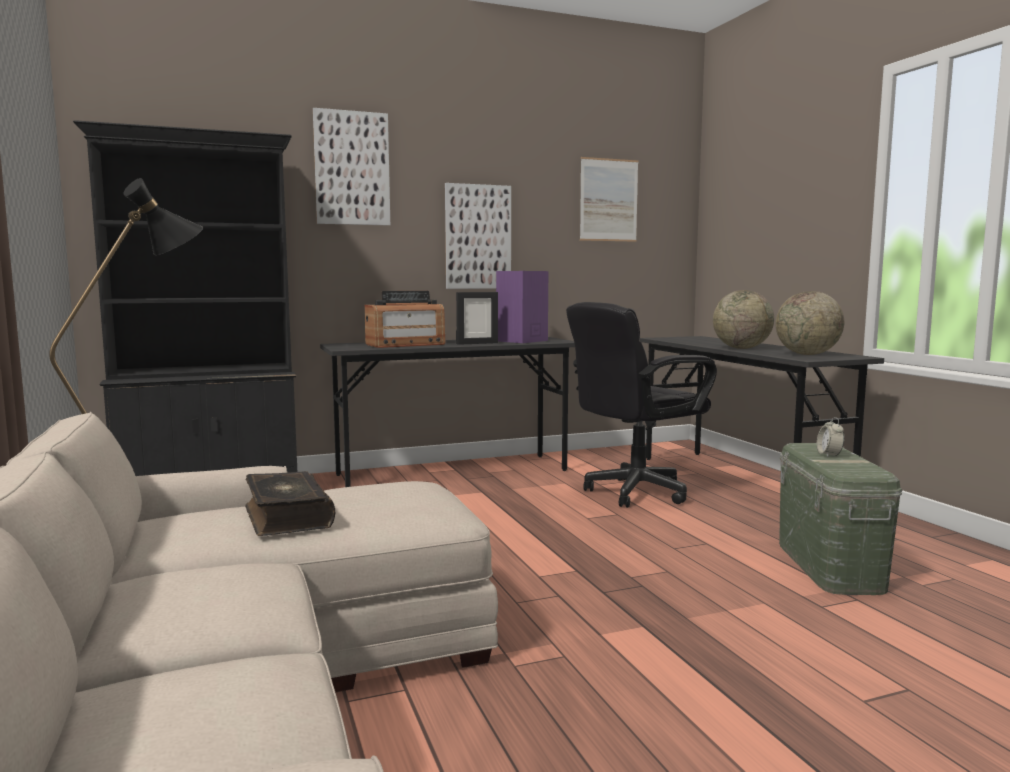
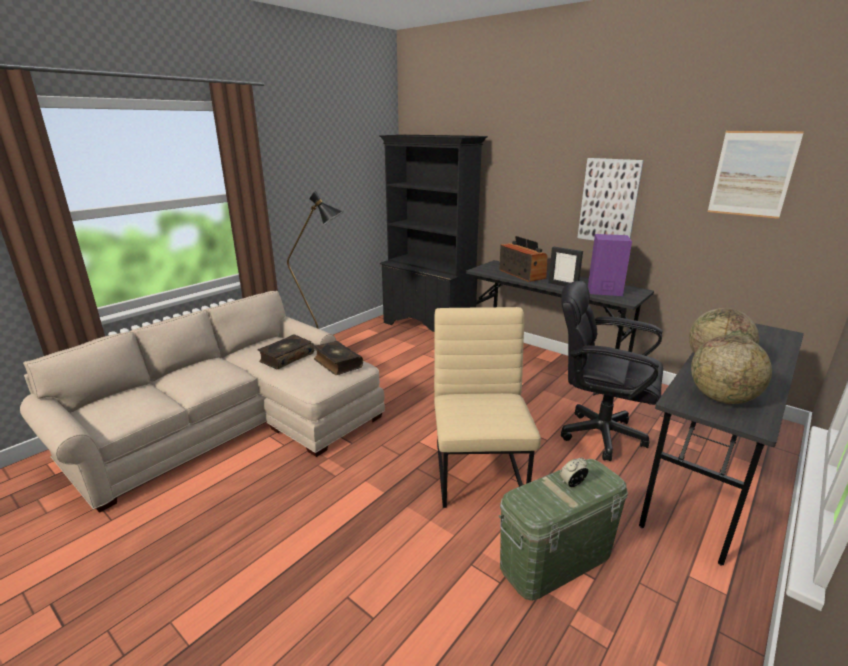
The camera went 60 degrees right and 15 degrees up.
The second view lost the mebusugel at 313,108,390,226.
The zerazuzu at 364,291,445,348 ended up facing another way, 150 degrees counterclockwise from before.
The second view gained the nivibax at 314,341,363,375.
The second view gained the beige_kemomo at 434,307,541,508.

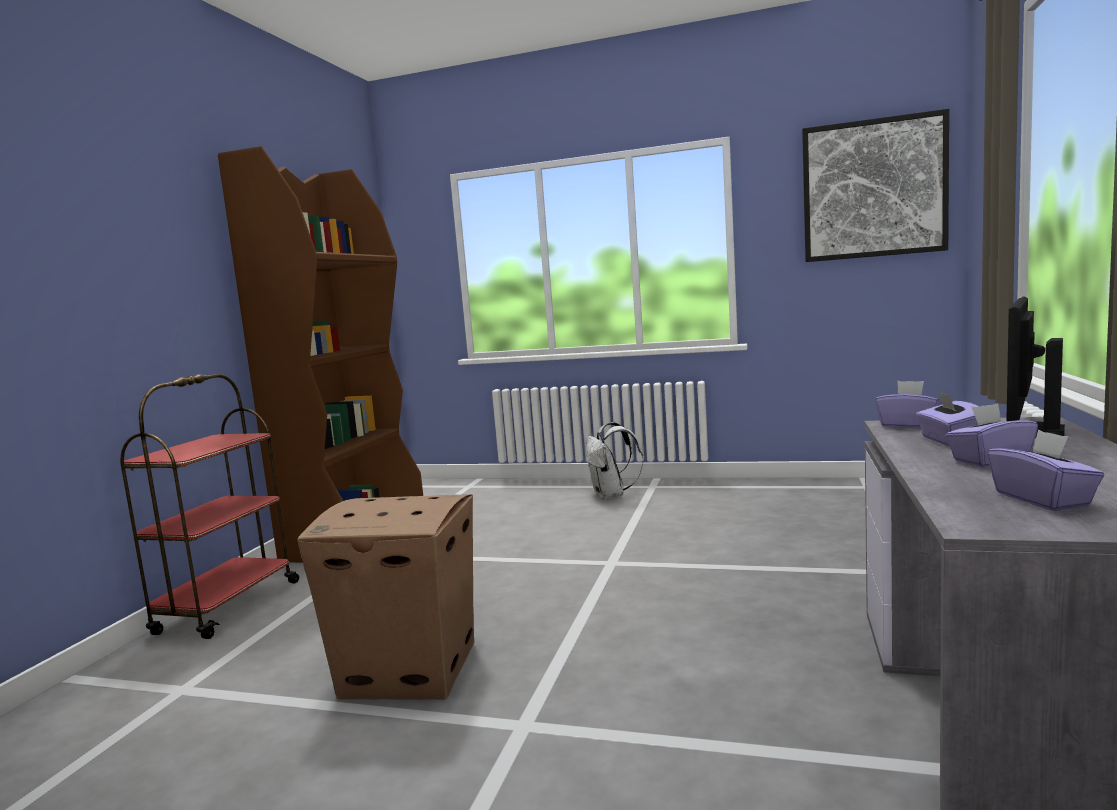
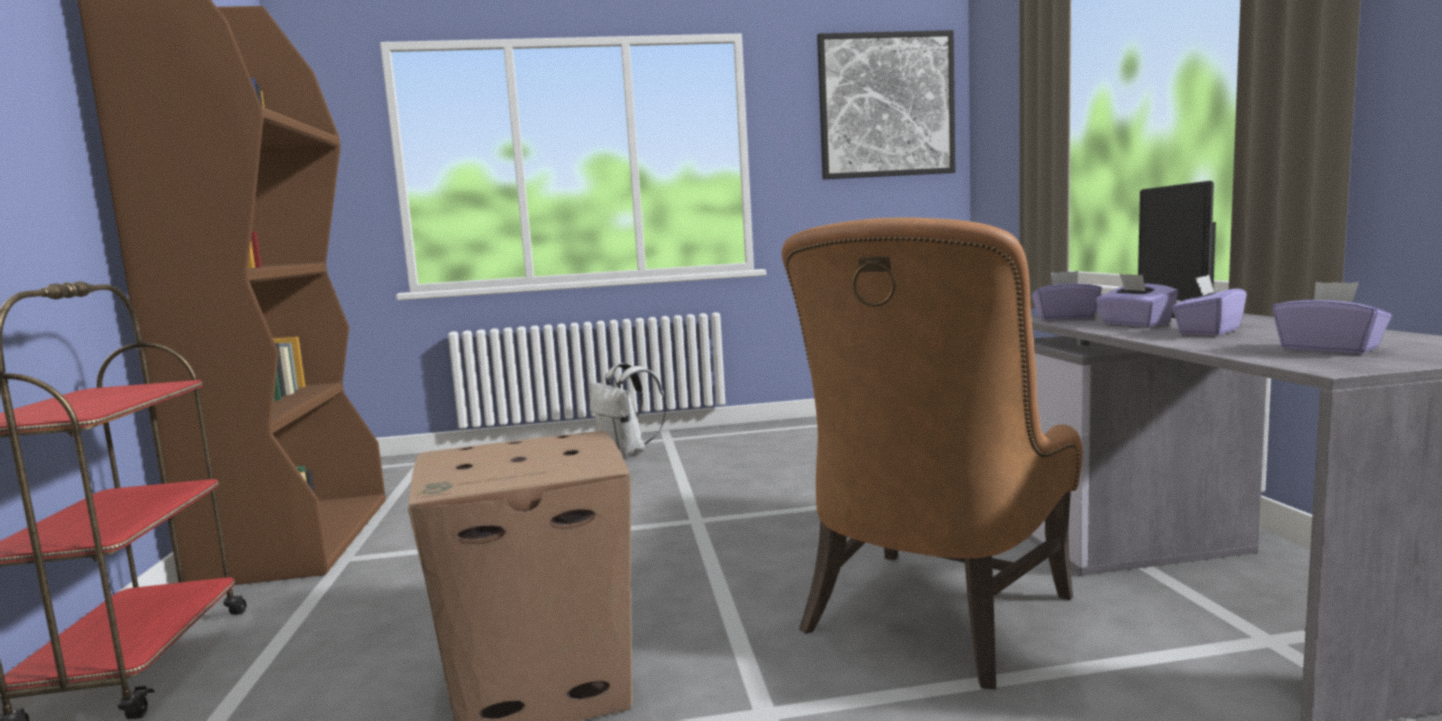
The camera went 25 degrees left and 0 degrees up.
The second view gained the brown_kemomo at 782,218,1083,689.

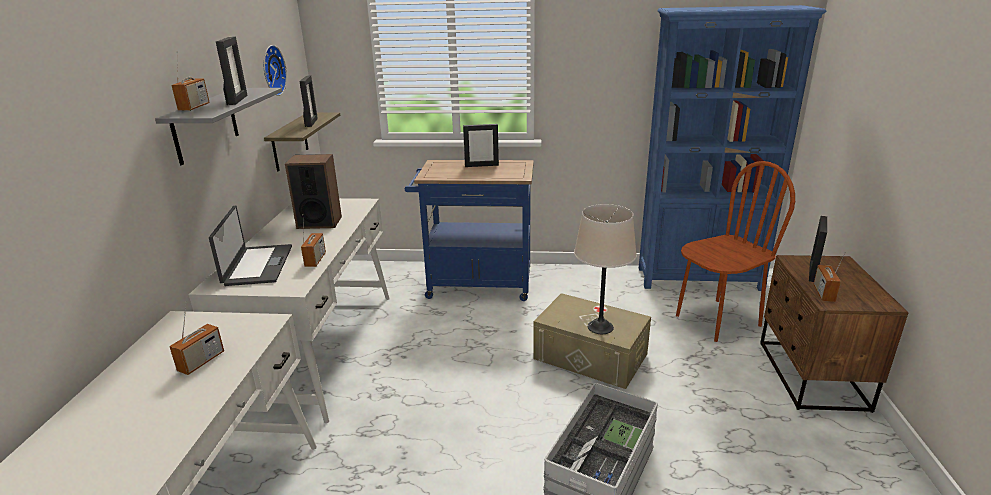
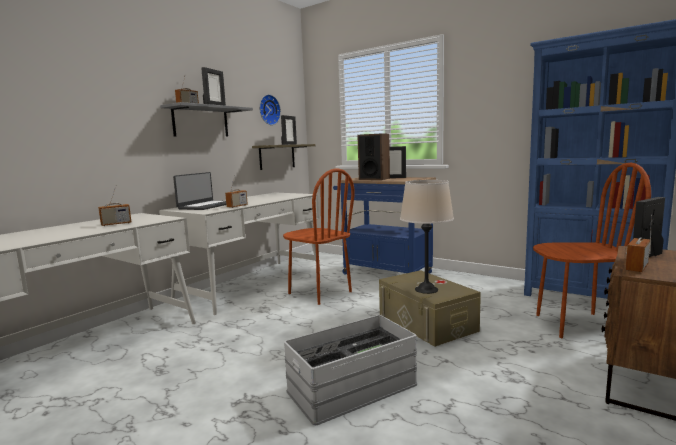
The camera went 30 degrees right and 15 degrees down.
The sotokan ended up elsewhere, having gone from 285,154,342,229 to 357,133,390,180.
The second view gained the brown_kemomo at 283,168,355,305.

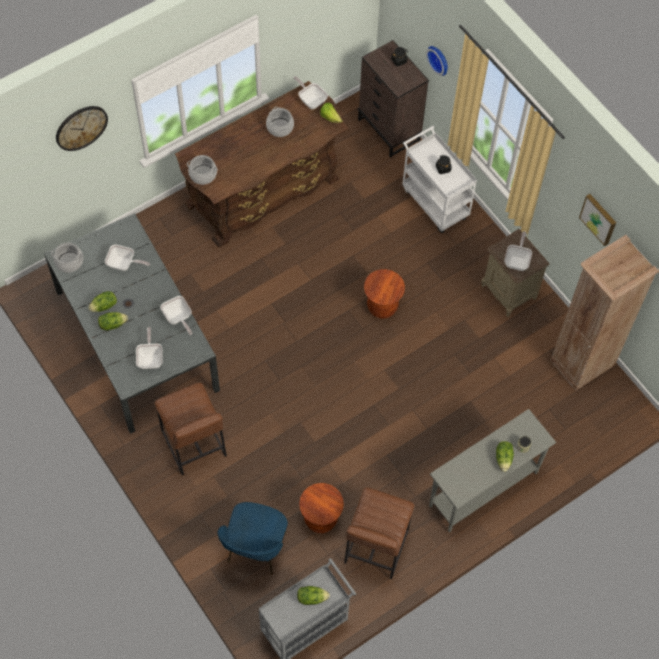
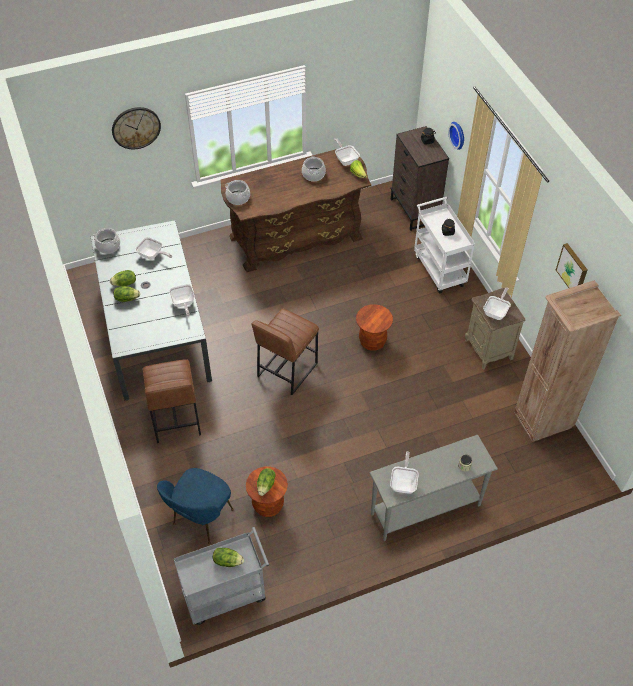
The camera went 15 degrees right and 10 degrees down.
The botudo ended up elsewhere, having gone from 136,327,163,369 to 390,451,419,494.
The brown_kemomo ended up elsewhere, having gone from 344,487,415,580 to 252,309,319,395.
The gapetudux ended up elsewhere, having gone from 496,441,514,472 to 257,468,276,496.

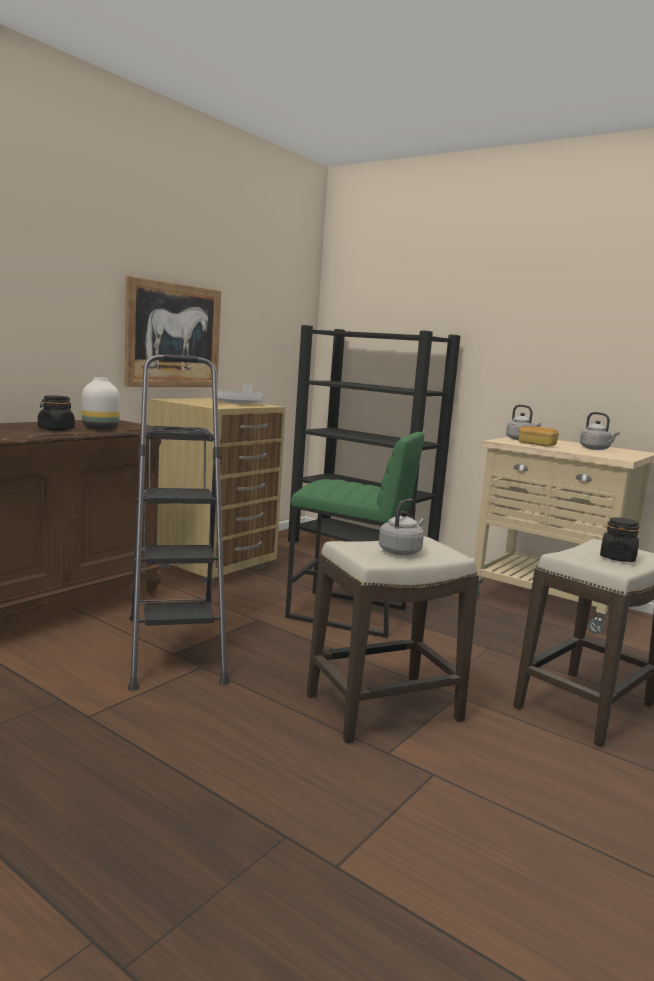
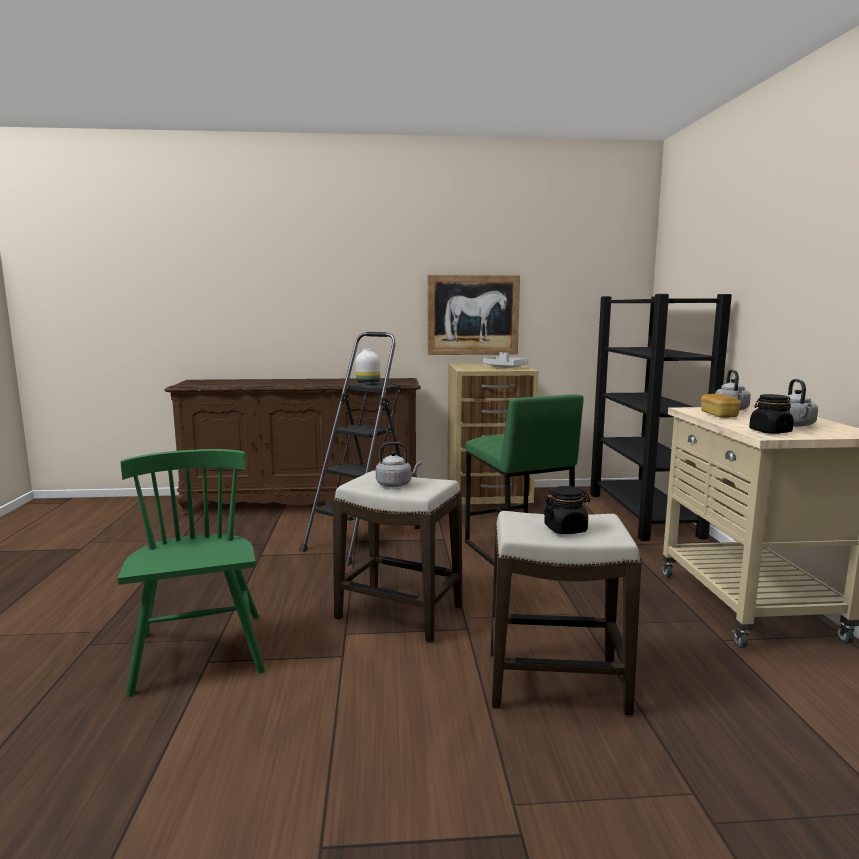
The camera went 50 degrees right and 0 degrees up.
The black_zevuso ended up elsewhere, having gone from 38,396,75,431 to 749,394,794,434.
The second view gained the green_kemomo at 117,449,265,697.

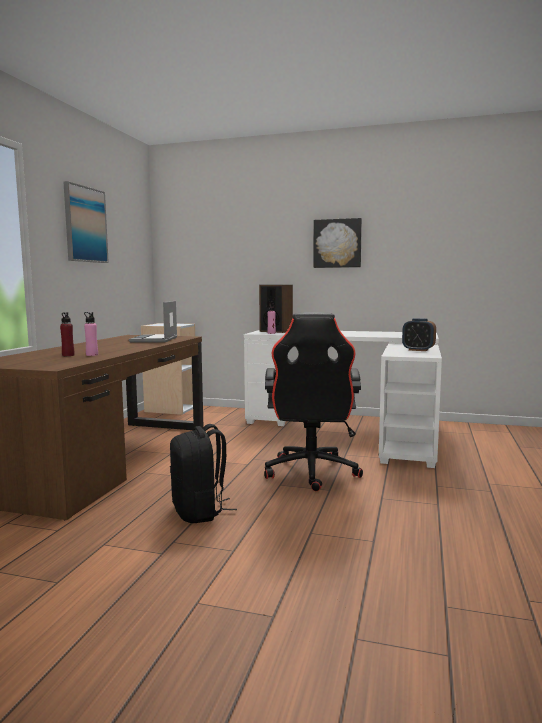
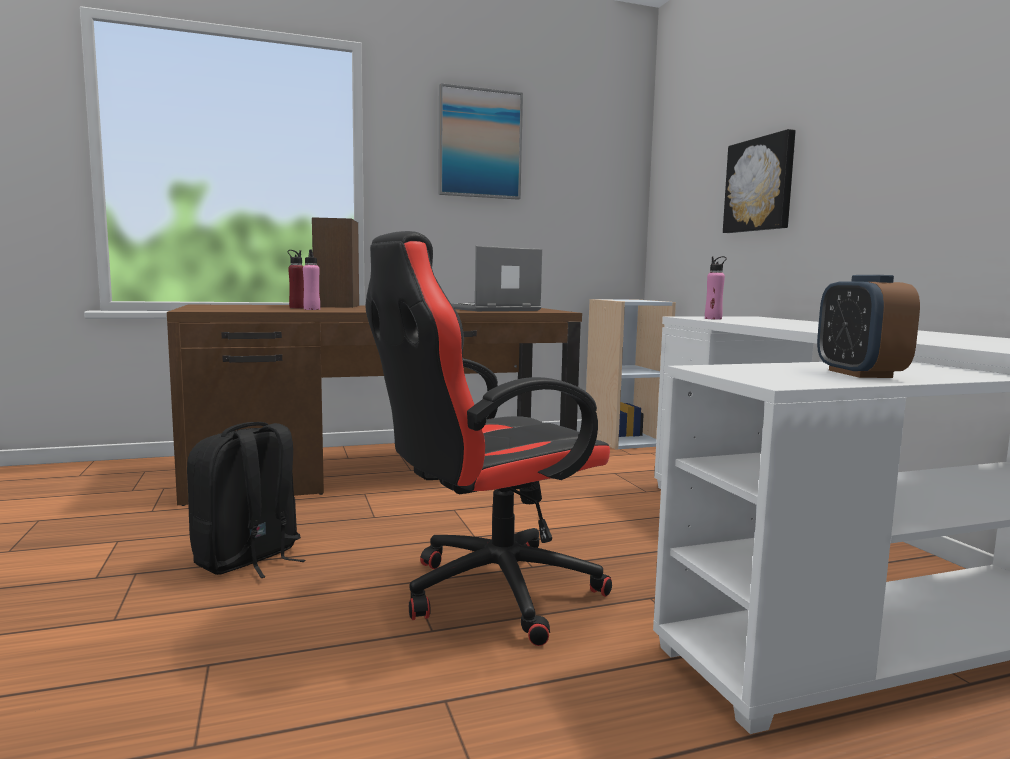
The camera went 55 degrees right and 0 degrees up.
The sotokan ended up elsewhere, having gone from 259,285,293,333 to 312,217,359,308.
The mebusugel ended up elsewhere, having gone from 313,218,362,268 to 723,129,796,233.

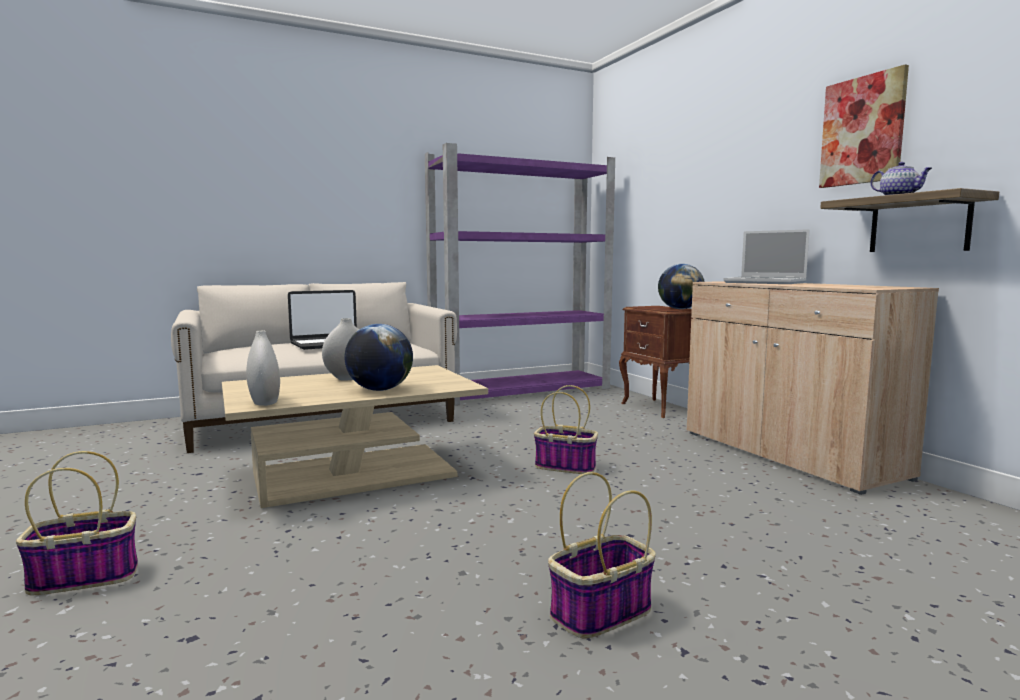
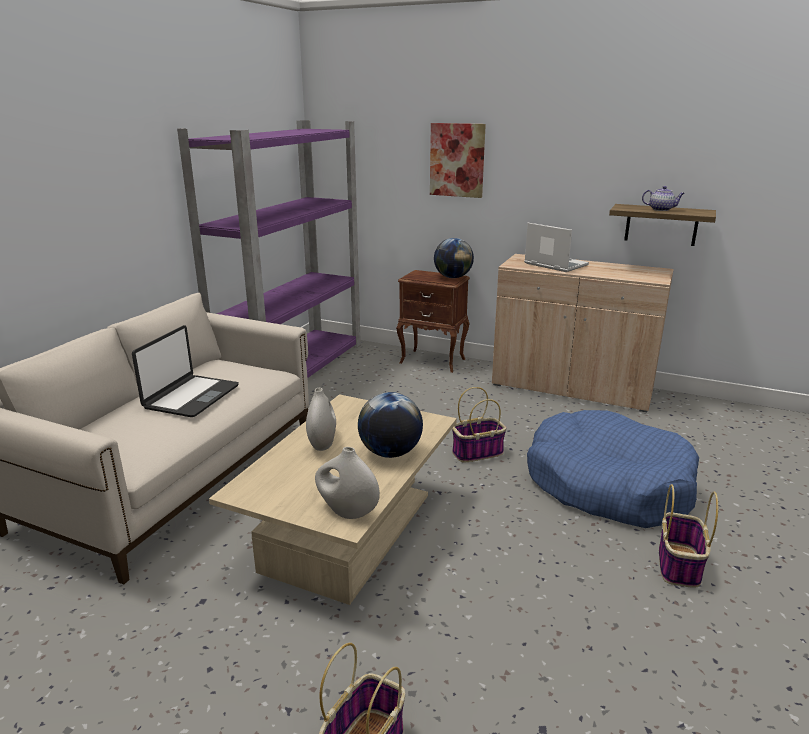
The camera went 40 degrees left and 15 degrees up.
The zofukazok at 724,229,810,284 ended up facing another way, 135 degrees counterclockwise from before.
The mebusugel ended up elsewhere, having gone from 819,64,909,188 to 430,123,486,198.
The second view gained the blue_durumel at 527,410,699,528.

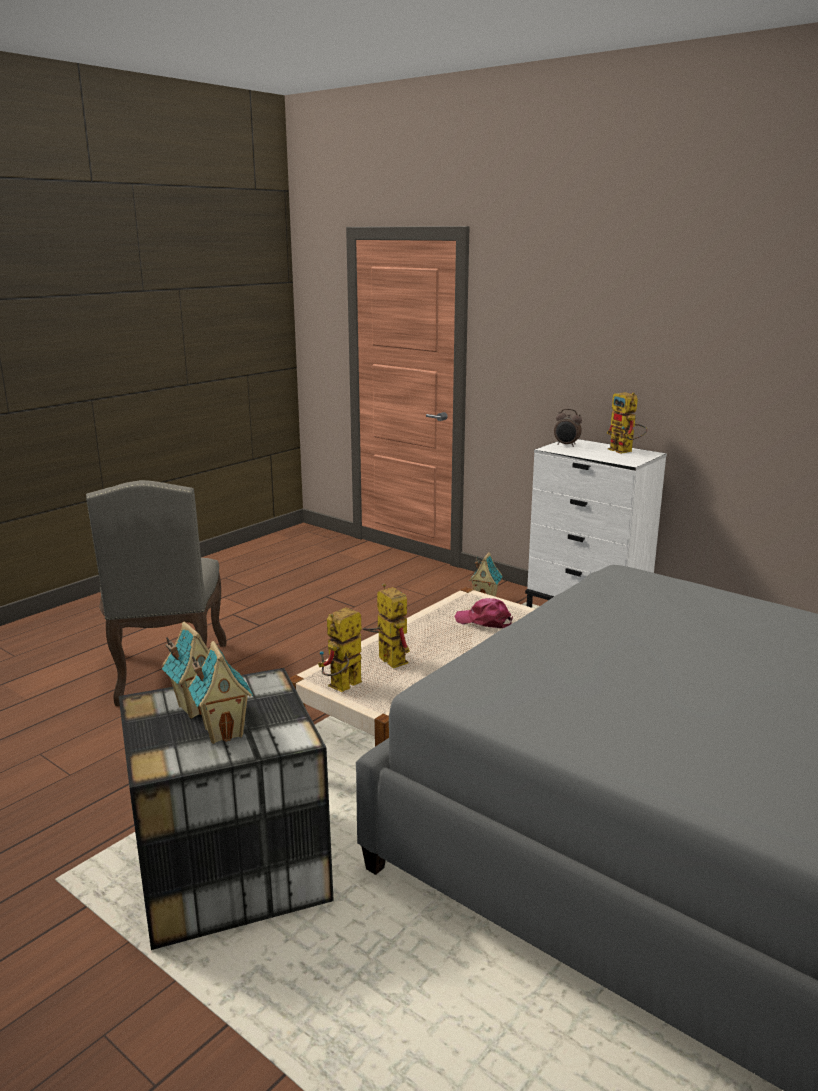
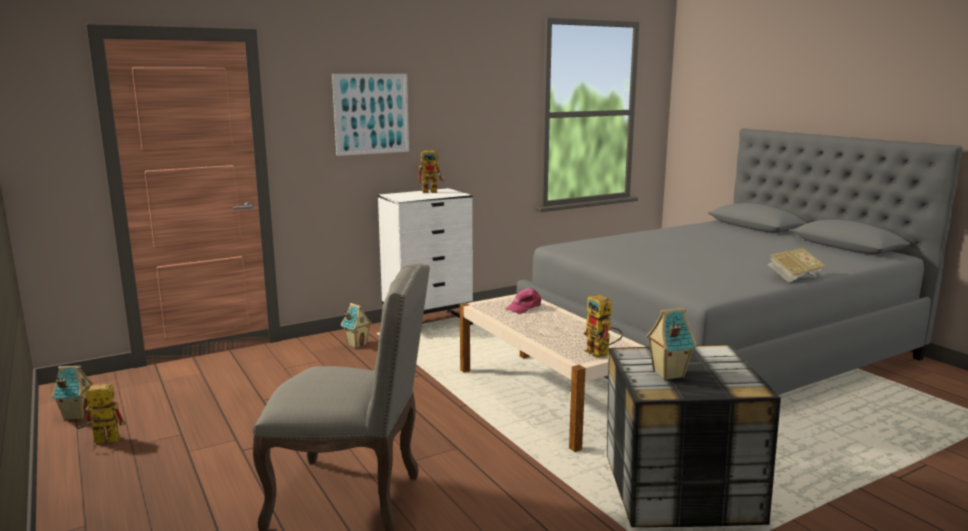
The camera went 70 degrees left and 5 degrees down.
The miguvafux ended up elsewhere, having gone from 188,641,253,744 to 52,366,93,420.
The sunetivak ended up elsewhere, having gone from 363,583,410,668 to 77,384,126,444.
The second view lost the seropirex at 554,409,582,447.
The second view gained the mebusugel at 332,74,409,156.
The second view gained the nivibax at 767,248,826,283.

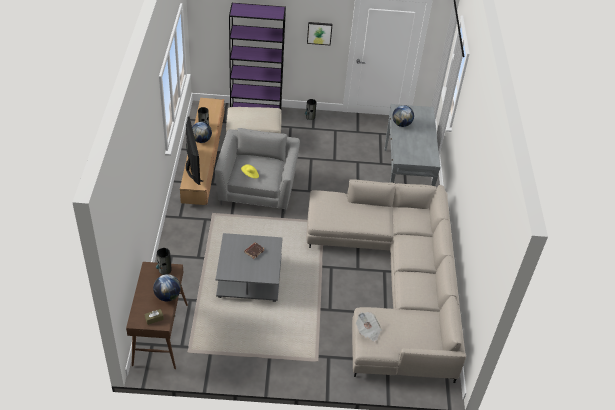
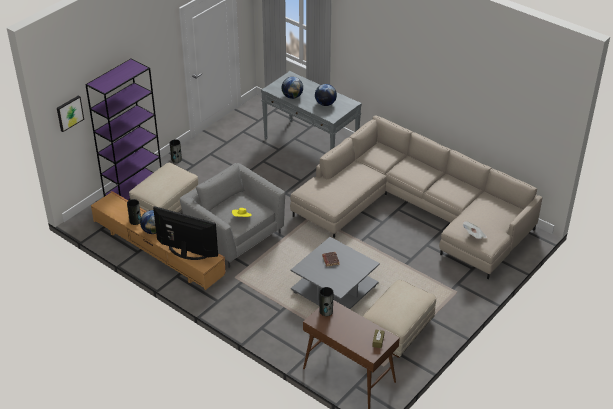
The camera went 50 degrees left and 5 degrees down.
The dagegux ended up elsewhere, having gone from 153,274,181,301 to 315,84,337,106.
The mebusugel ended up elsewhere, having gone from 307,22,332,46 to 57,95,84,132.
The second view gained the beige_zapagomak at 363,280,436,358.

